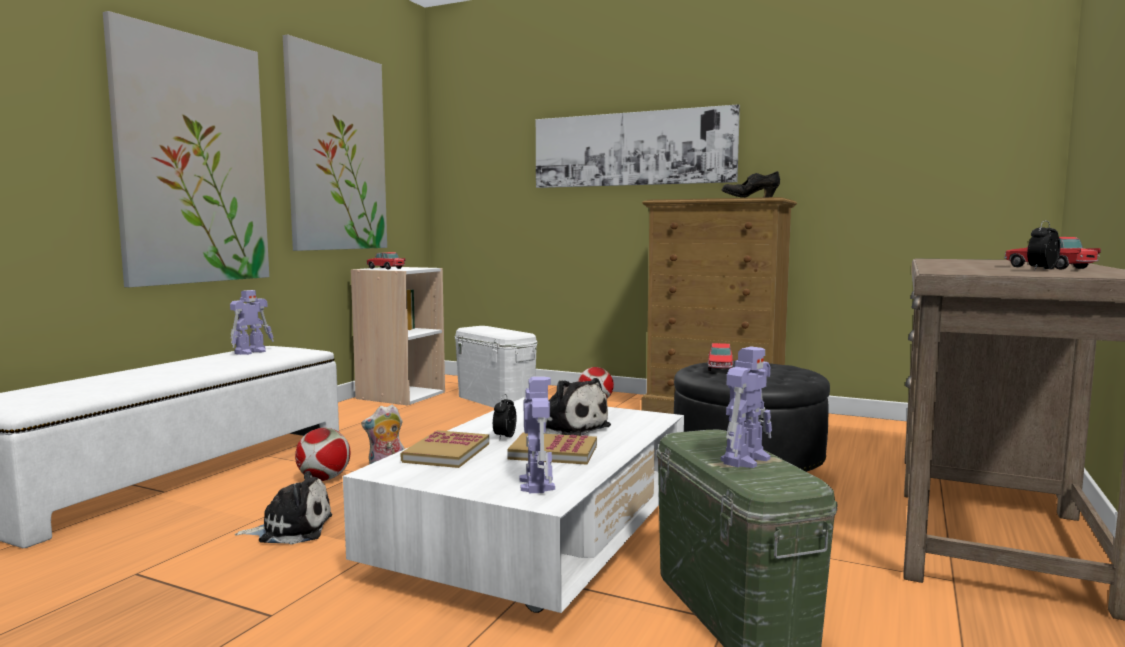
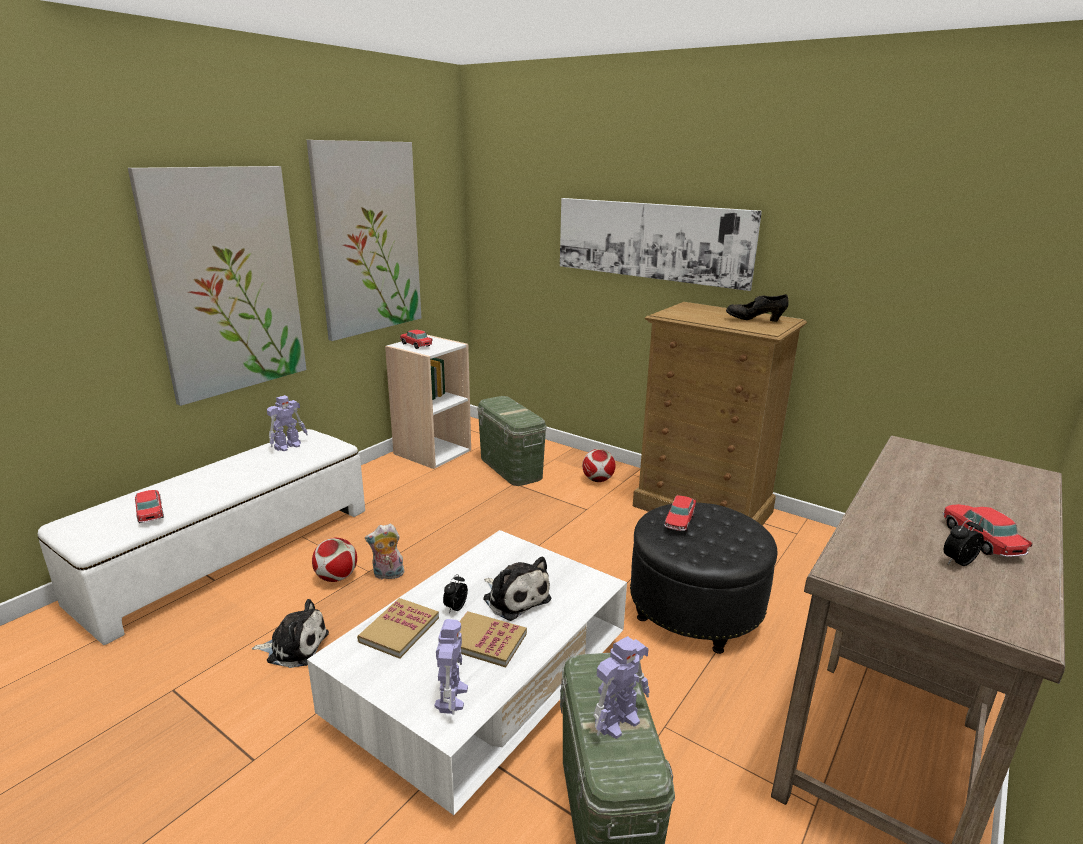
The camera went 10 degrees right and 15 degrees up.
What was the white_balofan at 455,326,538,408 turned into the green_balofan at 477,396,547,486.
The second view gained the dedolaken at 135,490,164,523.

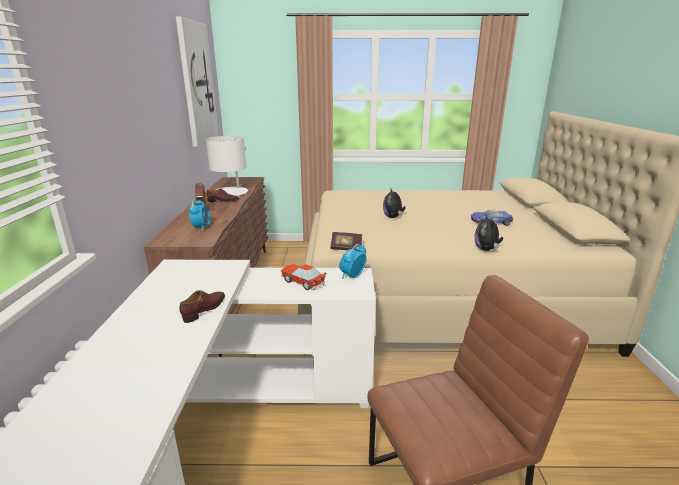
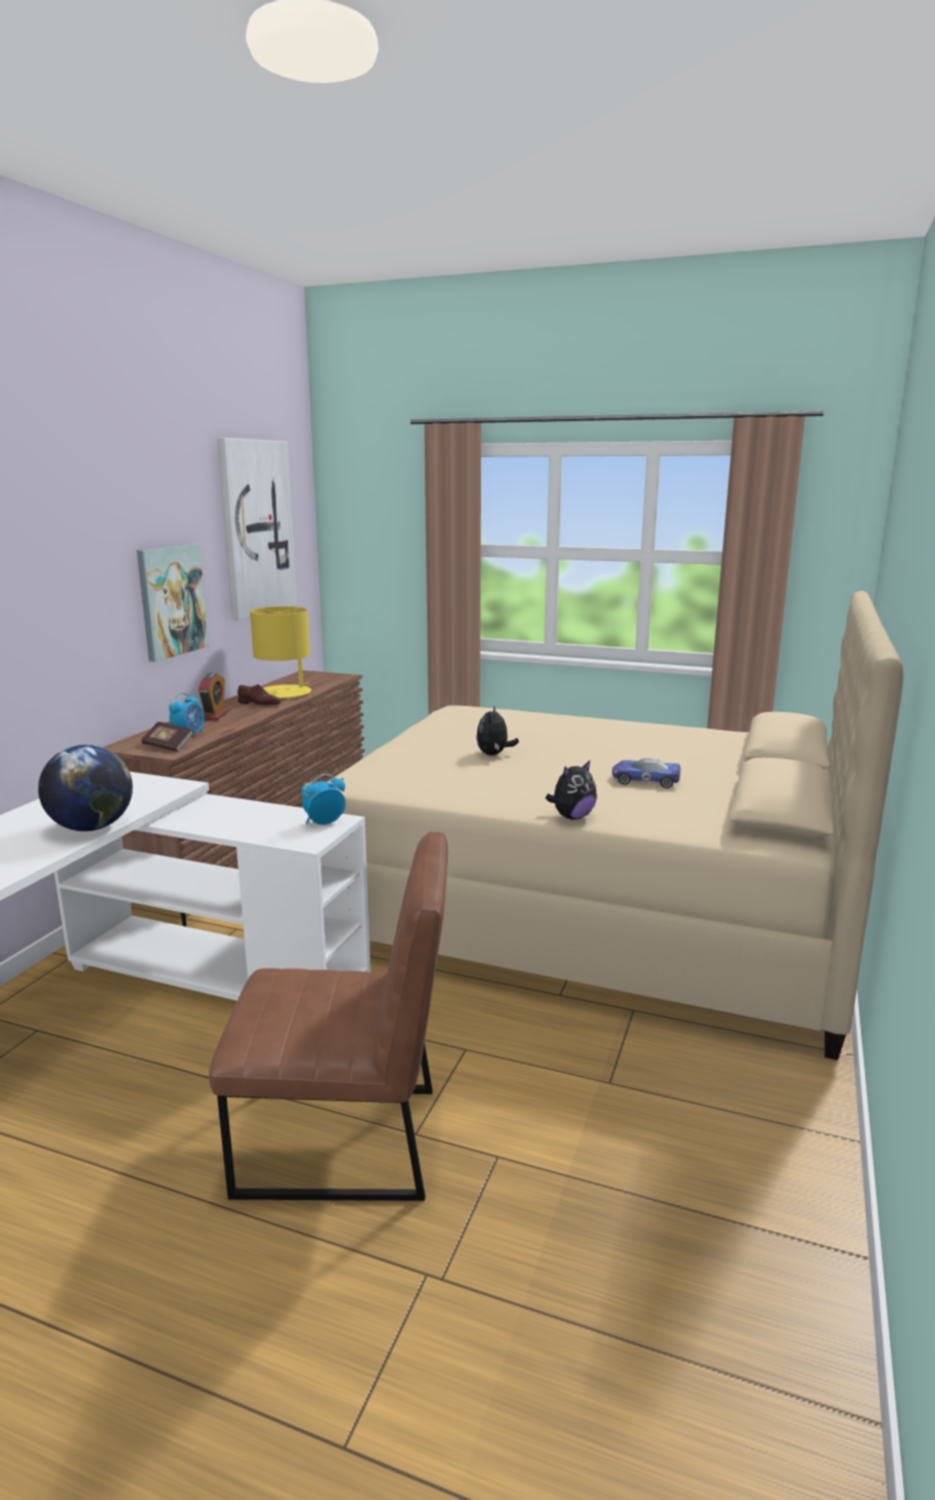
The camera went 20 degrees right and 5 degrees down.
Where the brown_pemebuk stood at 180,290,225,323, the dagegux came to stand at 38,745,133,831.
What was the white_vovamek at 206,136,248,197 turned into the yellow_vovamek at 250,606,311,700.
The second view lost the dedolaken at 281,264,326,290.
The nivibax ended up elsewhere, having gone from 330,232,362,252 to 141,722,193,752.
The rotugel at 475,214,503,251 ended up facing another way, 150 degrees counterclockwise from before.
The second view gained the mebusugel at 137,544,209,662.

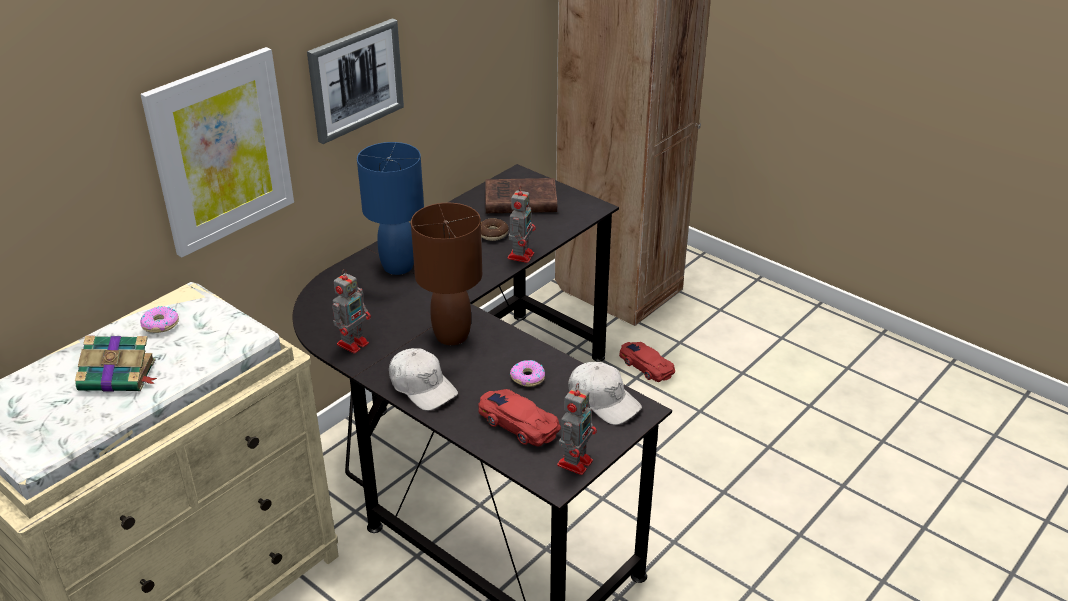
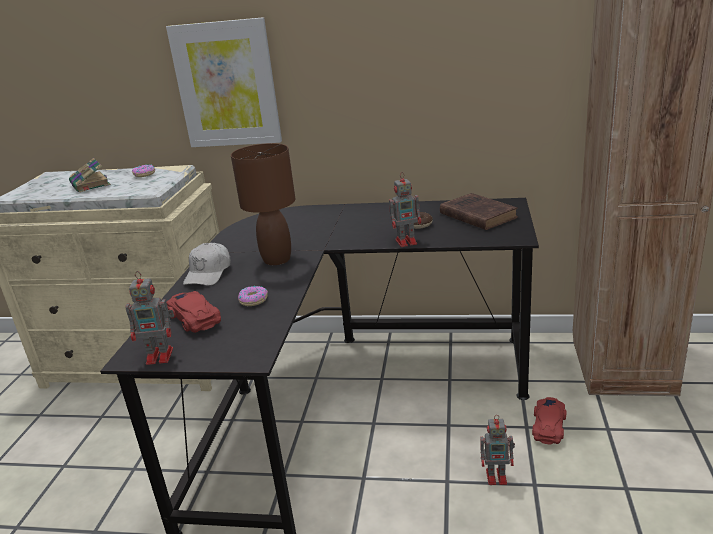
The camera went 60 degrees right and 10 degrees down.
The second view lost the mebusugel at 307,18,404,144.
The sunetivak ended up elsewhere, having gone from 332,269,371,354 to 480,415,515,485.
The second view lost the blue_vovamek at 357,142,424,275.
The red_dedolaken at 478,389,561,447 ended up facing another way, 45 degrees counterclockwise from before.
The second view lost the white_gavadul at 568,362,642,425.

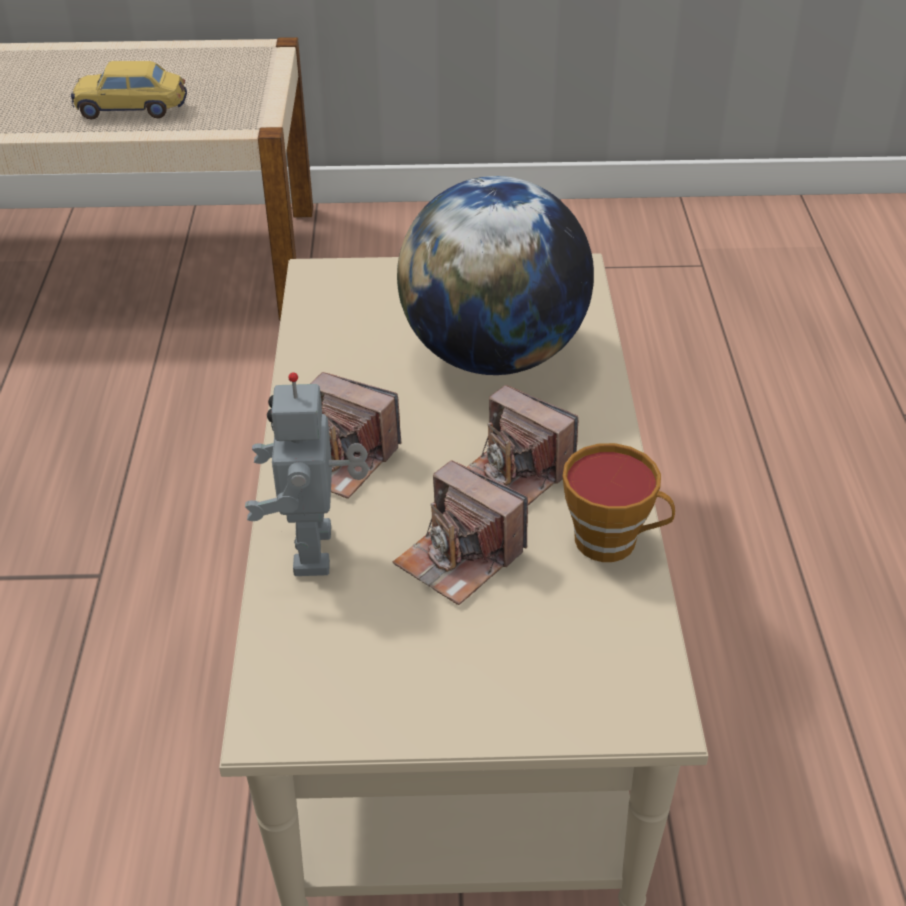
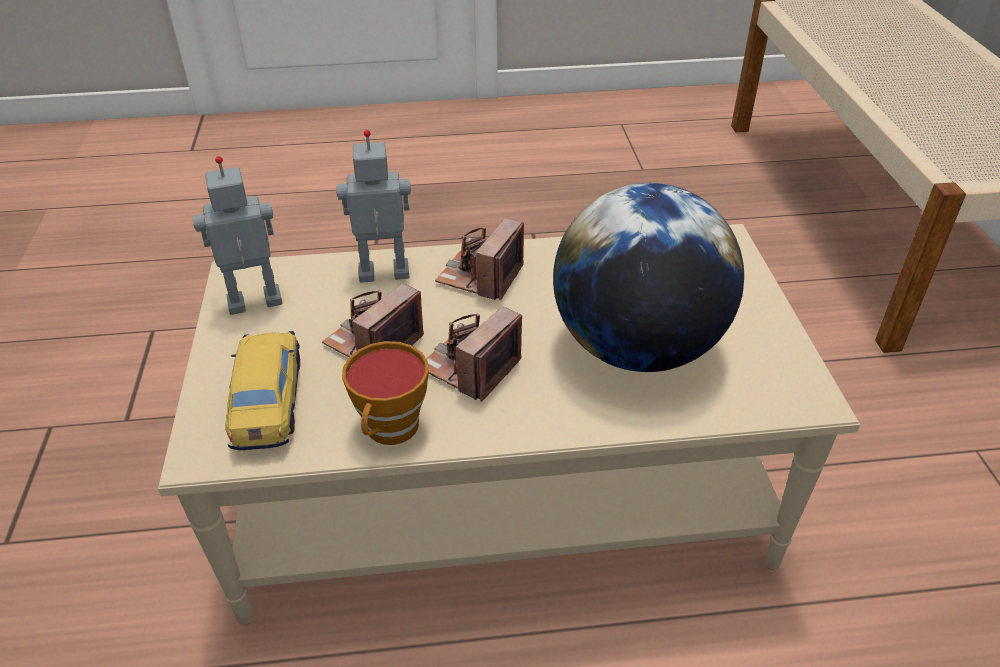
The camera went 85 degrees right and 0 degrees up.
The dedolaken ended up elsewhere, having gone from 71,61,187,120 to 225,331,300,452.
The second view gained the sunetivak at 193,156,283,315.

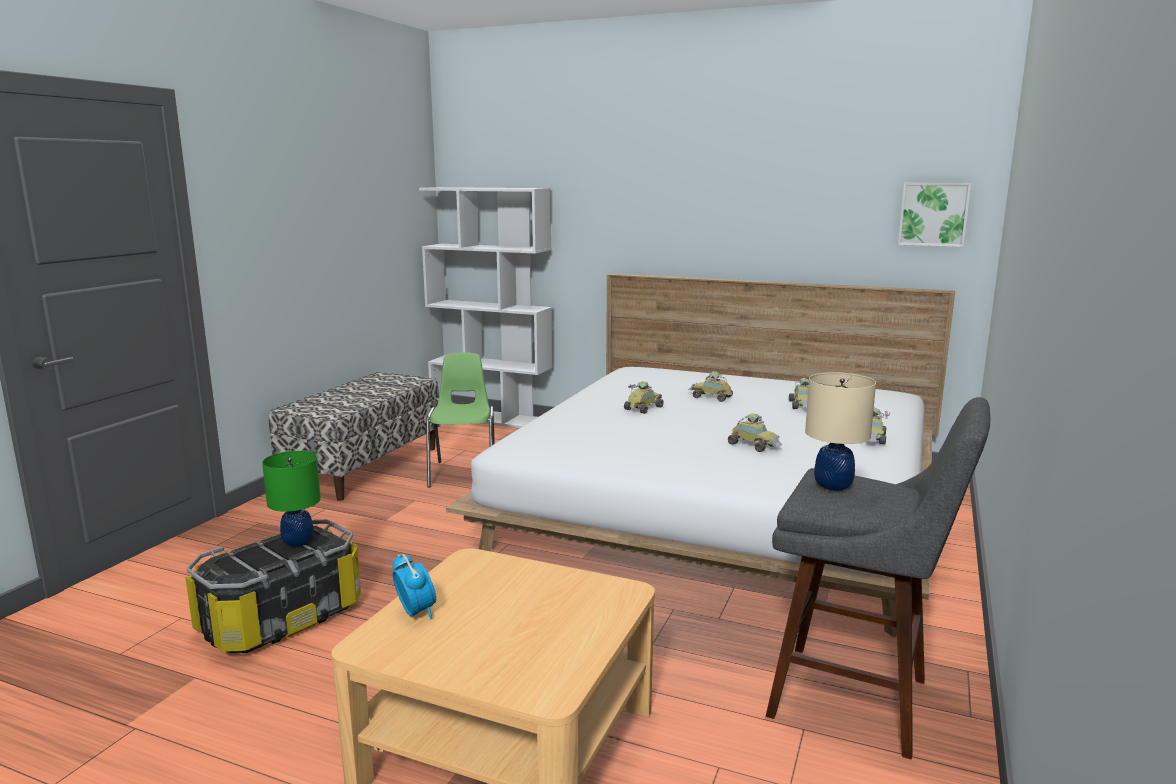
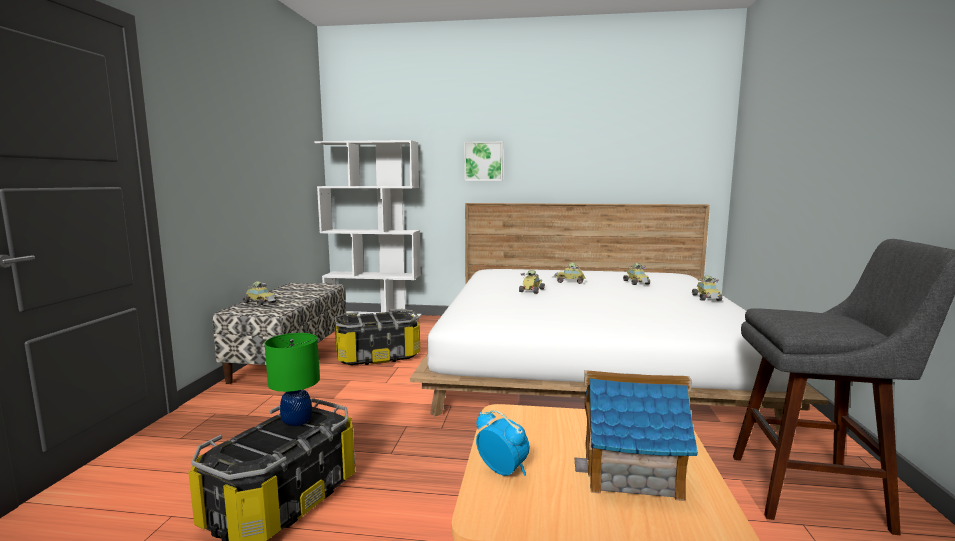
The camera went 15 degrees left and 5 degrees down.
Where the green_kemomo stood at 426,352,495,488, the balofan came to stand at 334,309,420,365.
The dedolaken ended up elsewhere, having gone from 728,413,782,452 to 243,281,277,306.
The second view lost the beige_vovamek at 805,372,876,491.
The mebusugel ended up elsewhere, having gone from 898,183,971,247 to 464,141,503,181.
The second view gained the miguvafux at 575,370,698,501.

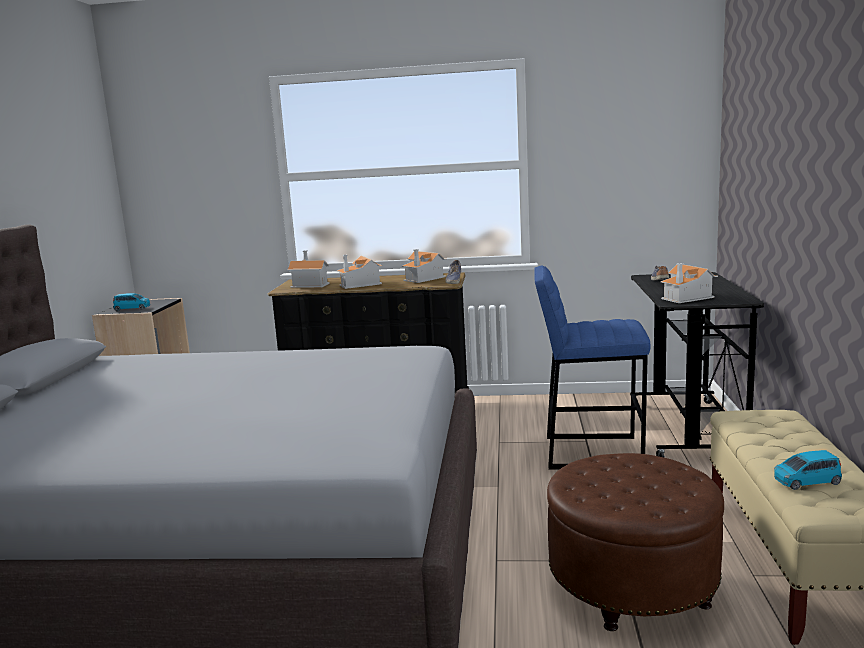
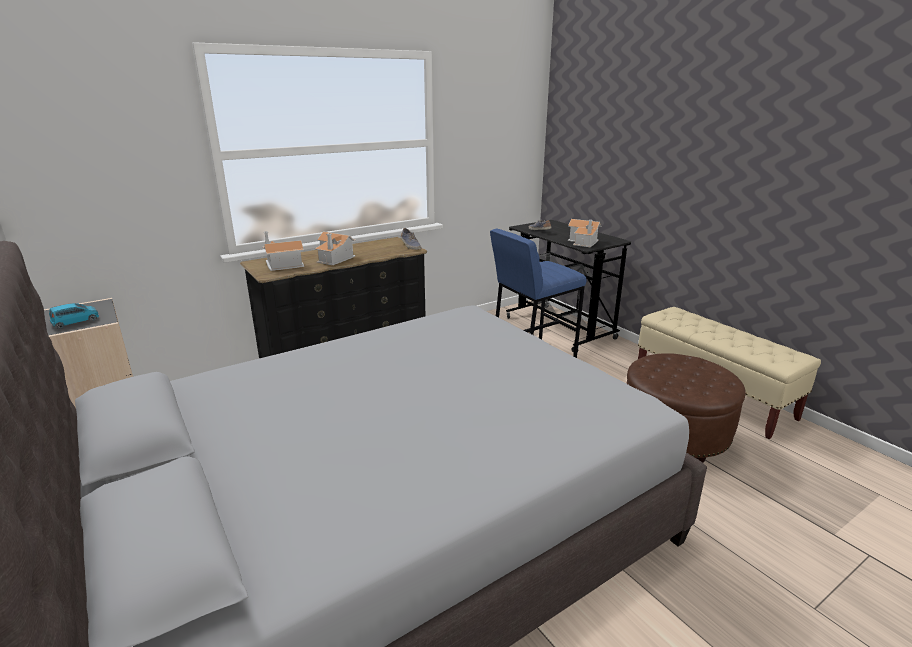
The camera went 40 degrees left and 10 degrees up.
The second view lost the miguvafux at 402,249,447,283.
The second view lost the blue_dedolaken at 774,450,842,490.

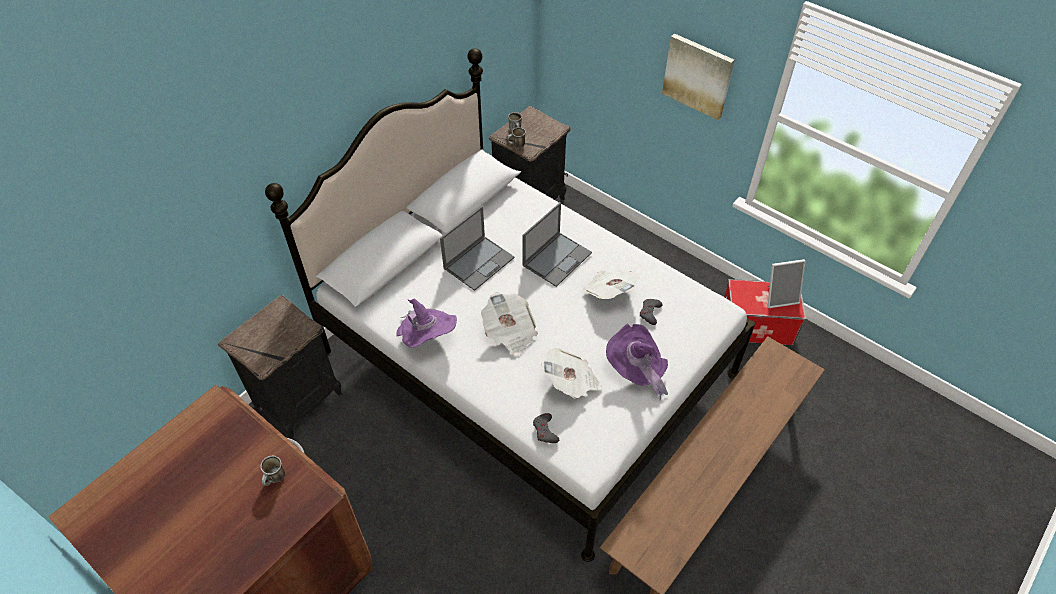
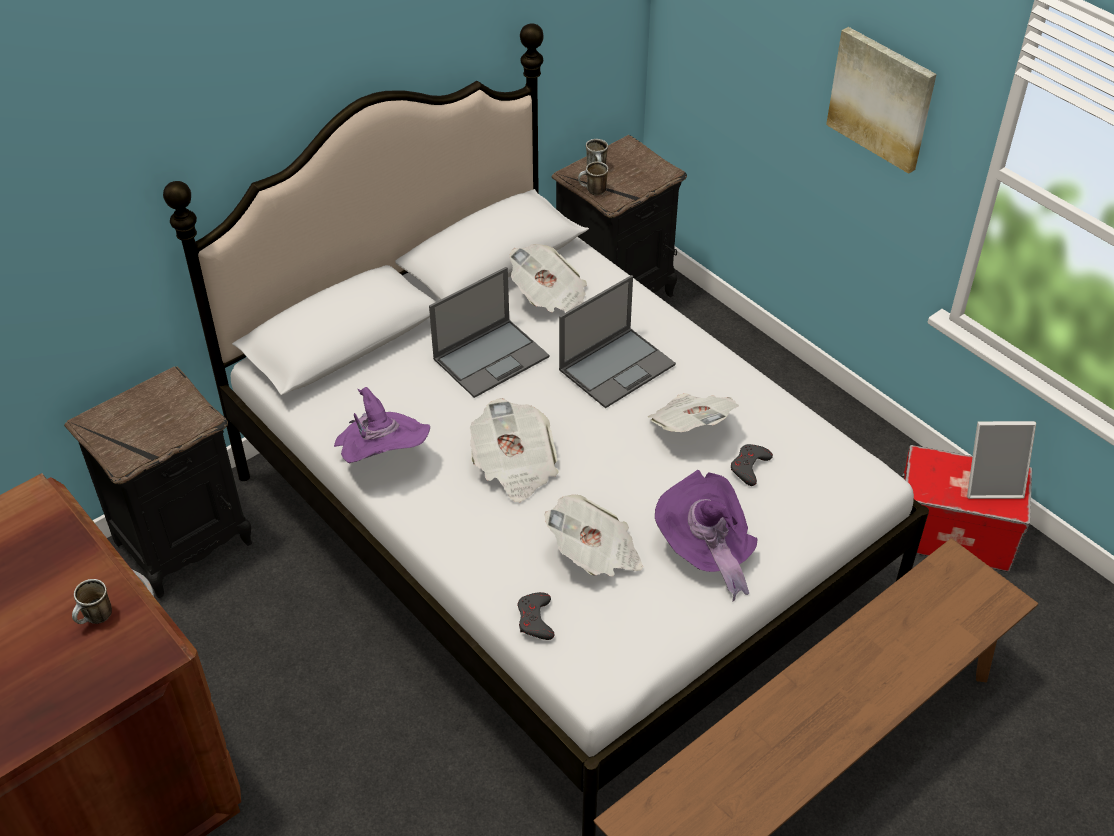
The camera went 10 degrees right and 5 degrees down.
The second view gained the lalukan at 510,244,587,312.

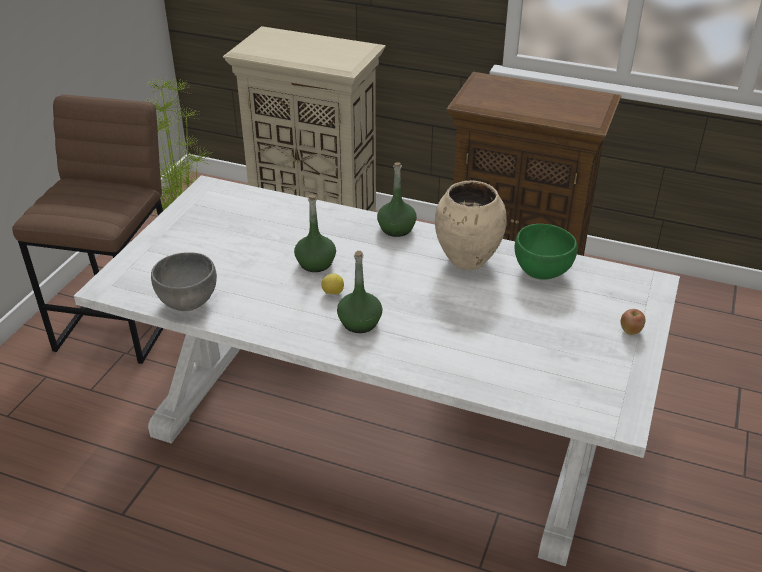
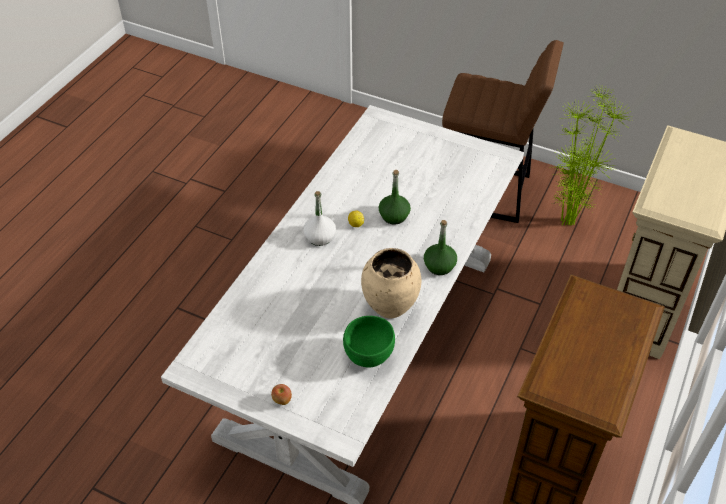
The camera went 95 degrees right and 10 degrees up.
The second view lost the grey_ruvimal at 151,252,217,311.
What was the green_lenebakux at 337,251,382,333 turned into the white_lenebakux at 303,191,336,246.

